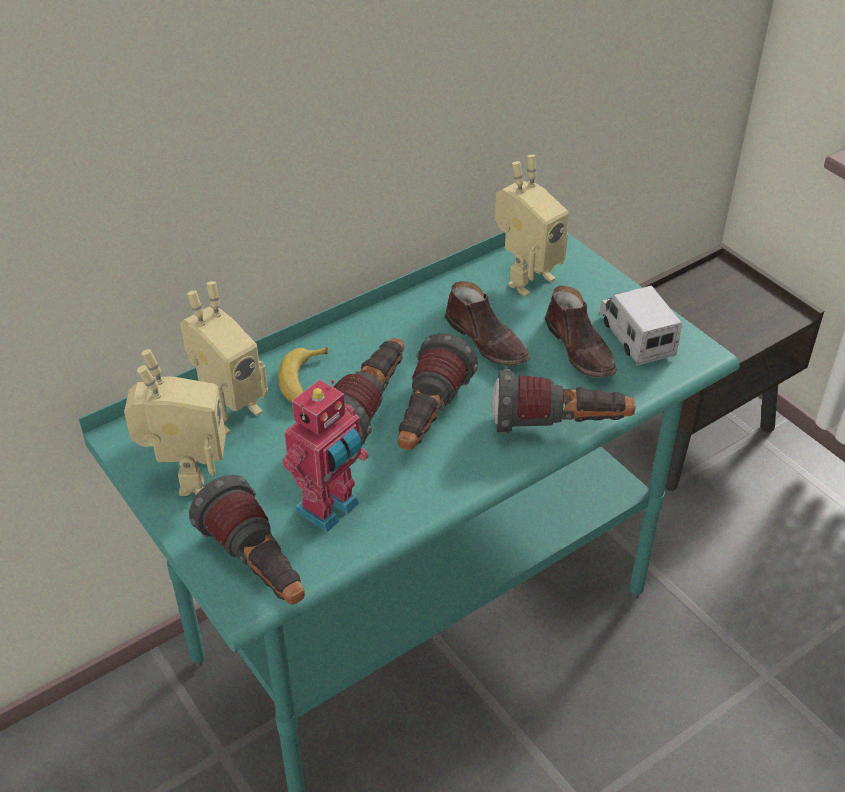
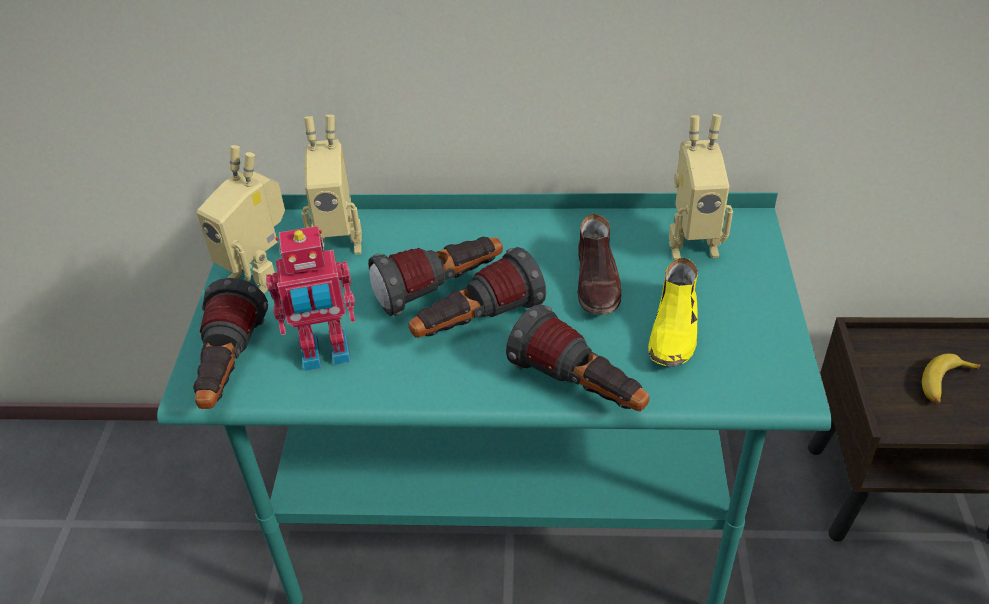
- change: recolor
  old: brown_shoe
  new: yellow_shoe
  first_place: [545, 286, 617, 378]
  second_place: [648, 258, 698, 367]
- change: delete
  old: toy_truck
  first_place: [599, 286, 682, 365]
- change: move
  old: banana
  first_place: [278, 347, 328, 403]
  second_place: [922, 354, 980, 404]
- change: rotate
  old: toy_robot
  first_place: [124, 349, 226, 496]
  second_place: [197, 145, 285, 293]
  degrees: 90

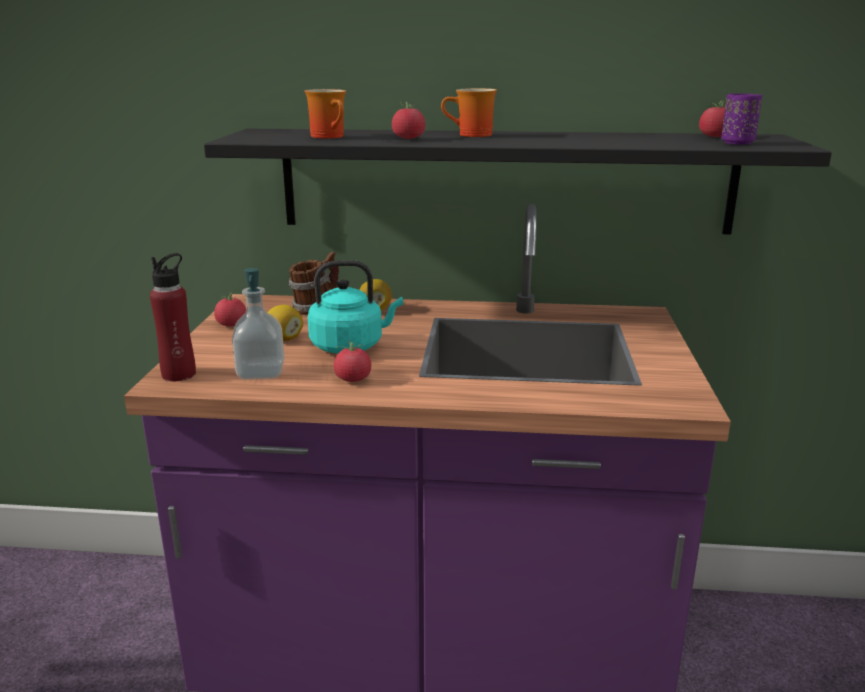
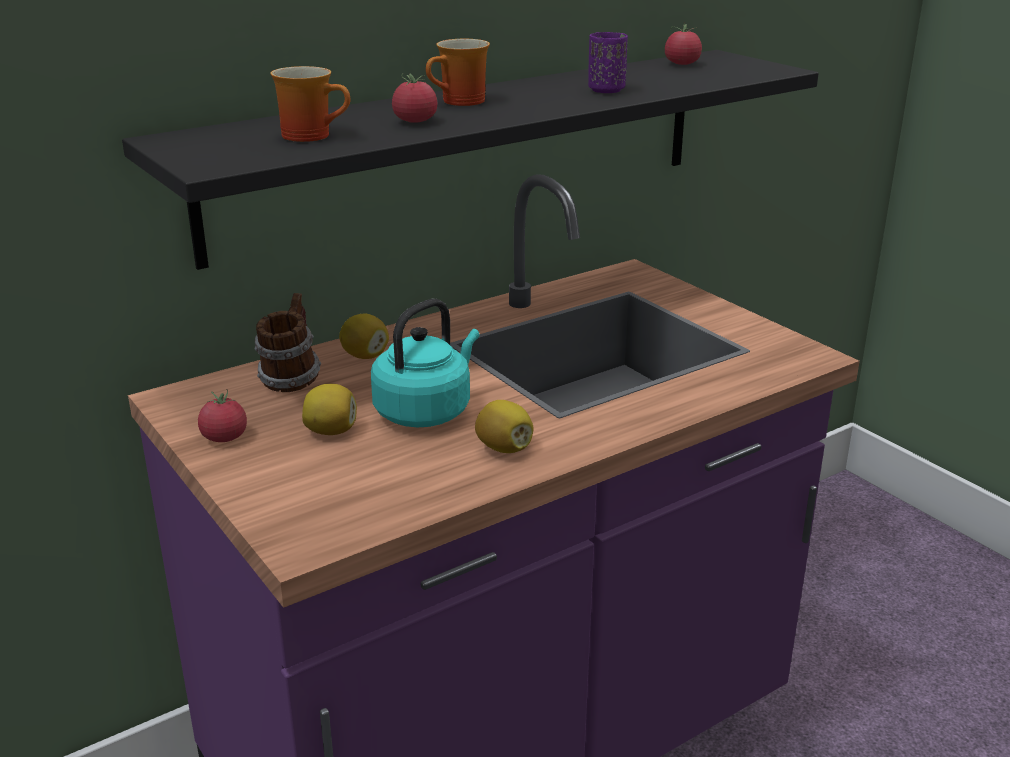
- change: move
  old: purple_cup
  first_place: [721, 93, 762, 144]
  second_place: [588, 32, 628, 93]
- change: delete
  old: red_bottle
  first_place: [150, 253, 196, 381]
- change: delete
  old: soap_dispenser
  first_place: [232, 268, 284, 380]
- change: replace
  old: tomato
  new: lemon
  first_place: [334, 340, 371, 382]
  second_place: [475, 400, 534, 453]

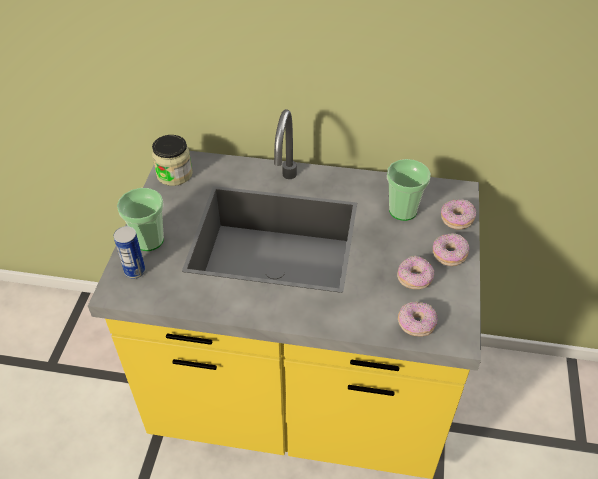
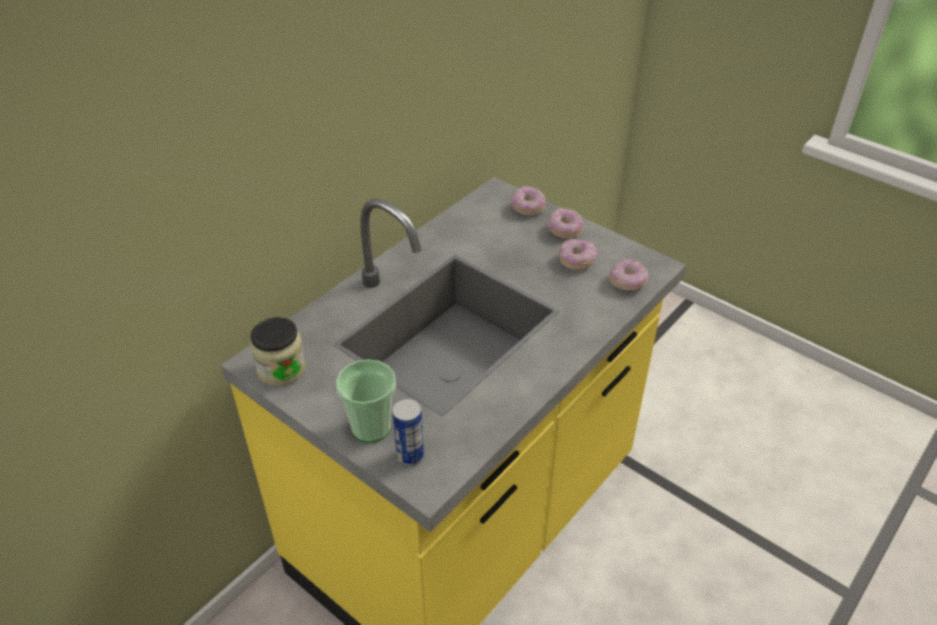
- change: delete
  old: cup
  first_place: [387, 159, 431, 221]

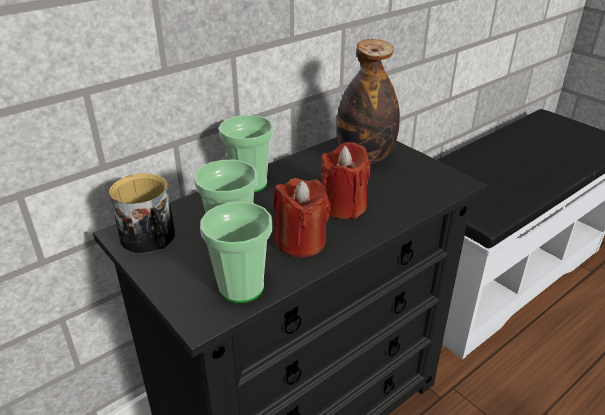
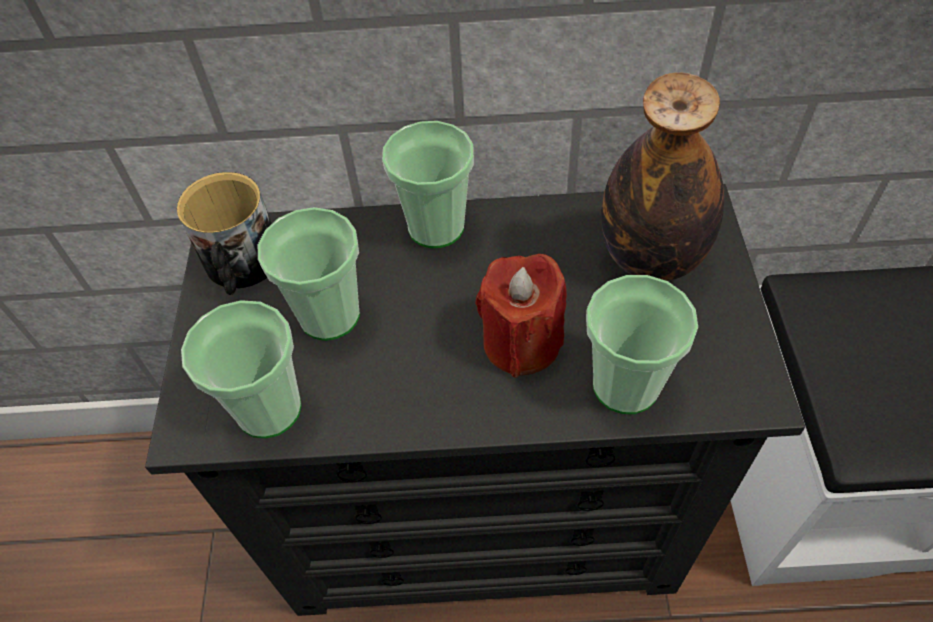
- change: delete
  old: red_candle
  first_place: [274, 178, 331, 257]
- change: insert
  new: cup
  second_place: [586, 275, 698, 414]

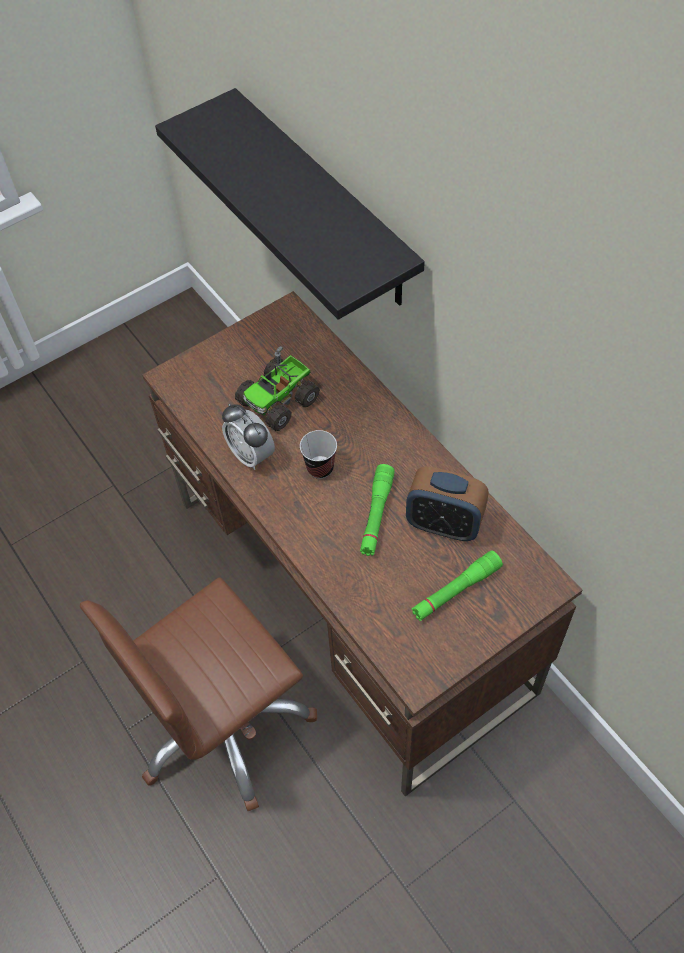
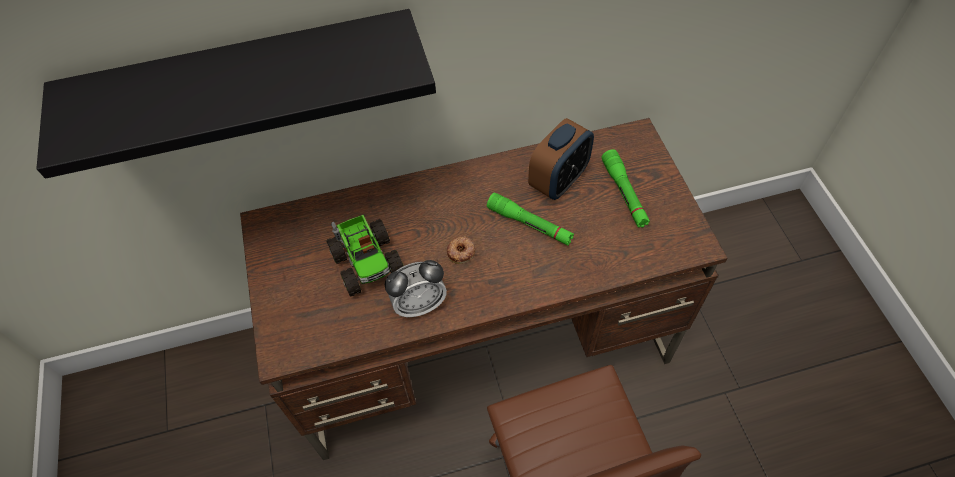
- change: replace
  old: cup
  new: donut
  first_place: [300, 430, 337, 479]
  second_place: [447, 236, 476, 264]

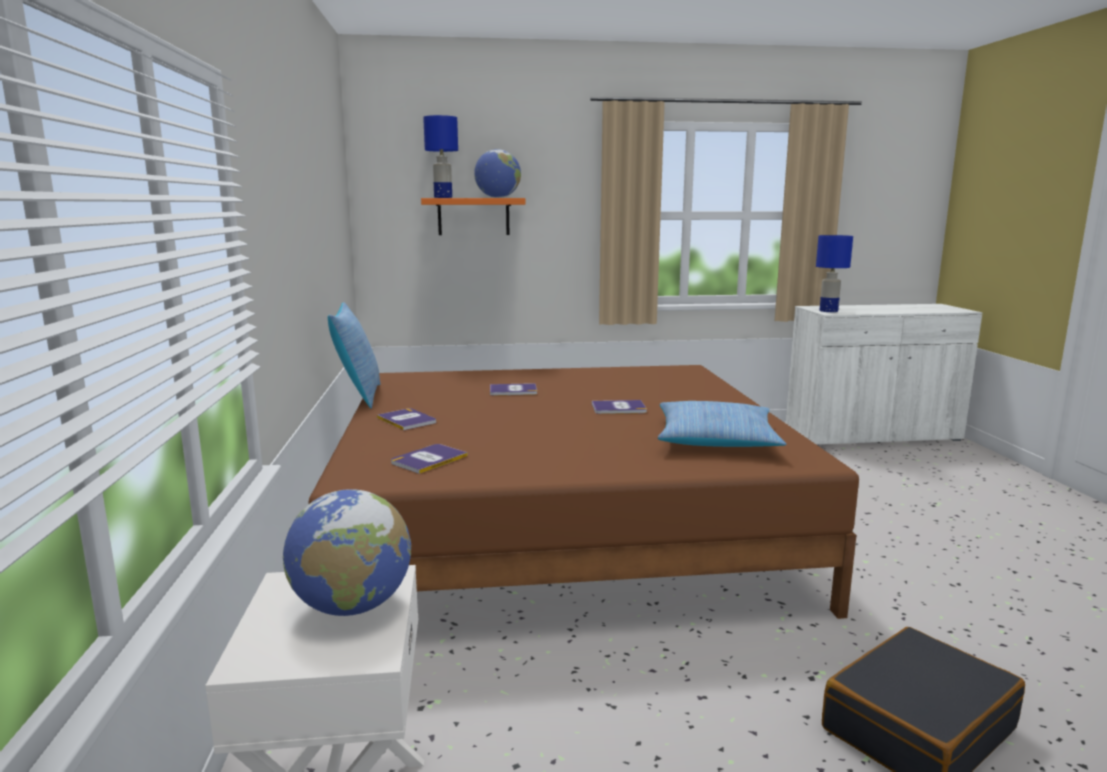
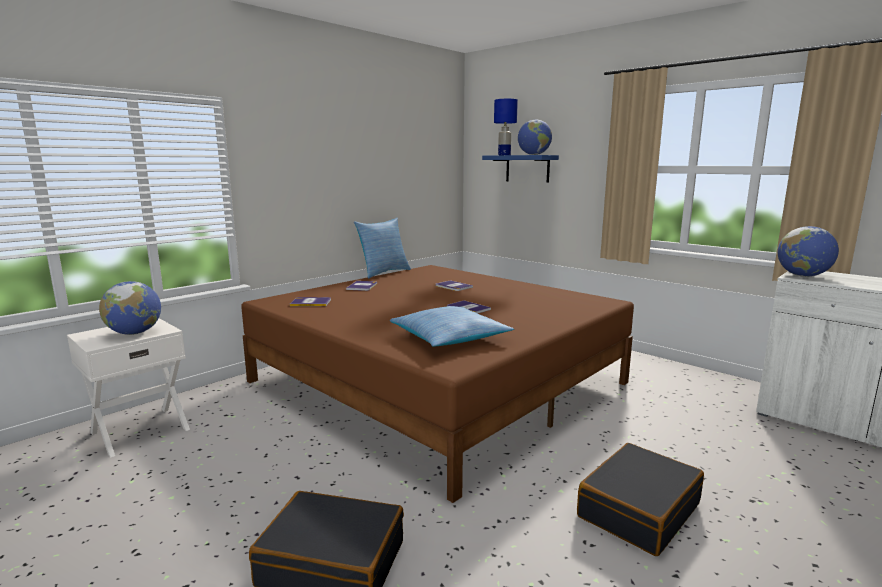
- change: recolor
  old: orange_shelf
  new: blue_shelf
  first_place: [421, 198, 525, 235]
  second_place: [482, 155, 559, 183]
- change: replace
  old: blue_table_lamp
  new: globe
  first_place: [816, 235, 853, 312]
  second_place: [778, 226, 839, 277]
- change: insert
  new: black_suitcase
  second_place: [577, 443, 704, 556]

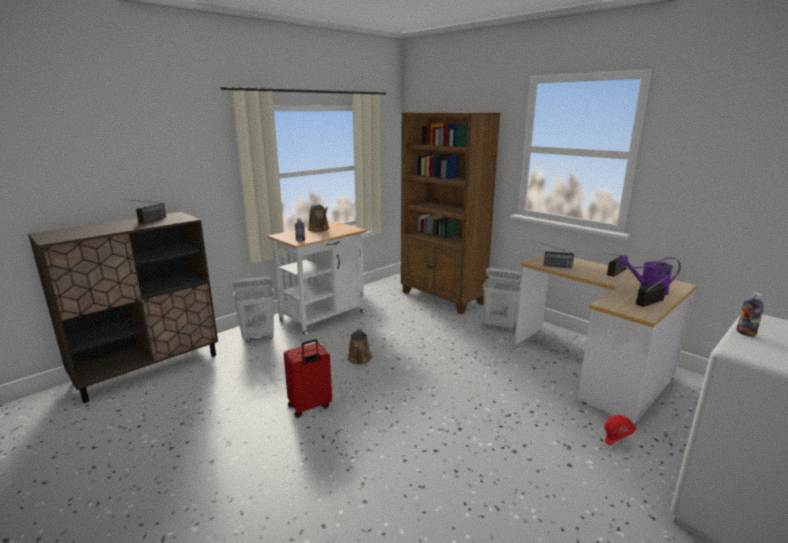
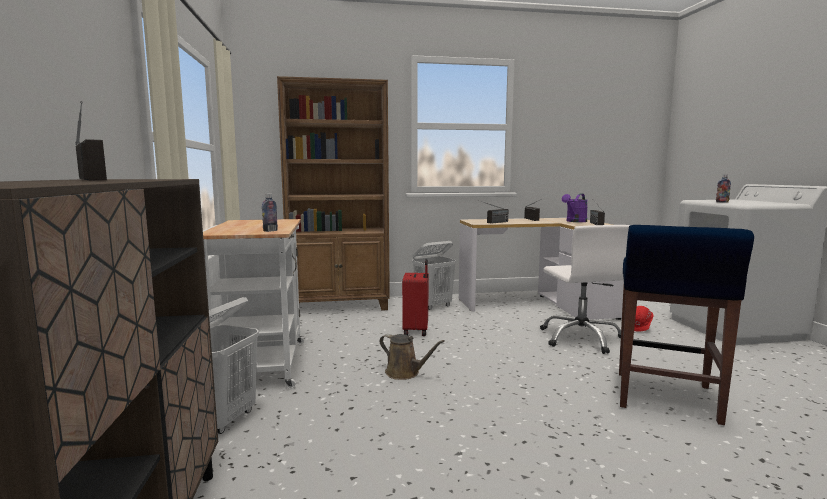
- change: delete
  old: brown_watering_can
  first_place: [308, 204, 329, 232]
- change: move
  old: red_suitcase
  first_place: [284, 339, 332, 418]
  second_place: [402, 259, 429, 336]
- change: insert
  new: white_office_chair
  second_place: [540, 225, 630, 354]
- change: insert
  new: blue_stool
  second_place: [619, 225, 754, 425]

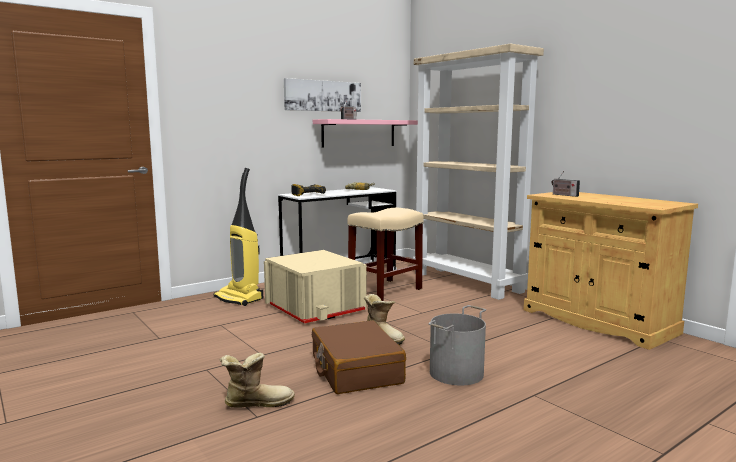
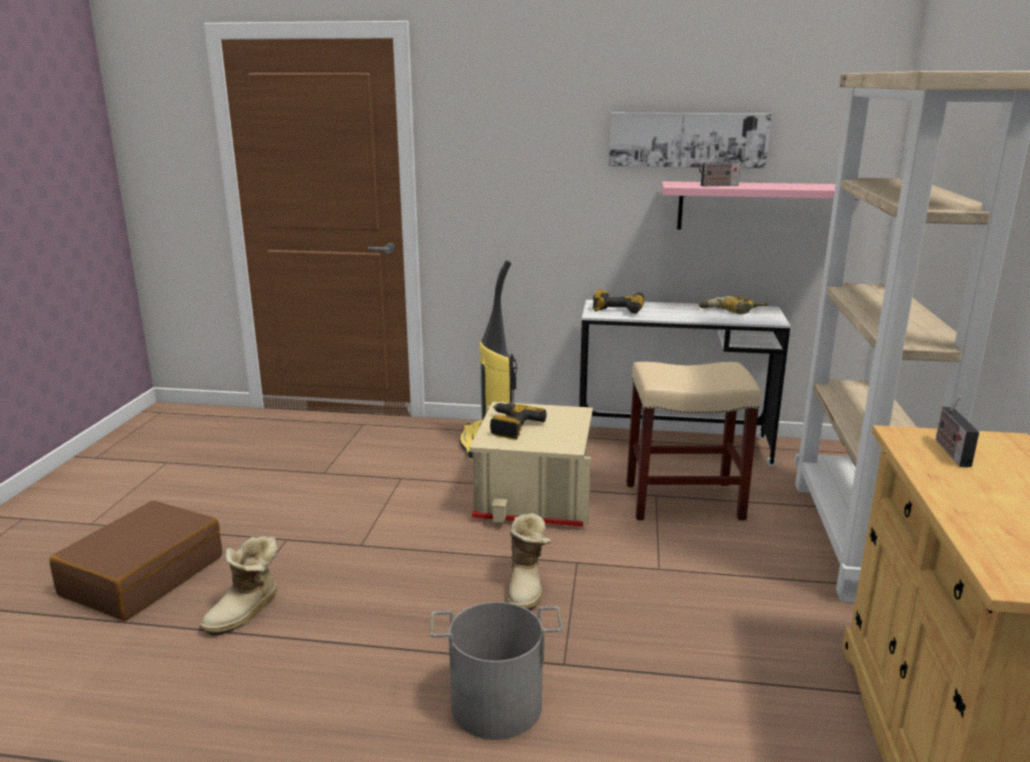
- change: move
  old: brown_suitcase
  first_place: [312, 320, 406, 394]
  second_place: [49, 500, 222, 621]
- change: rotate
  old: boot
  first_place: [220, 352, 295, 408]
  second_place: [200, 536, 278, 636]
  degrees: 90
- change: insert
  new: power_drill
  second_place: [490, 403, 547, 439]

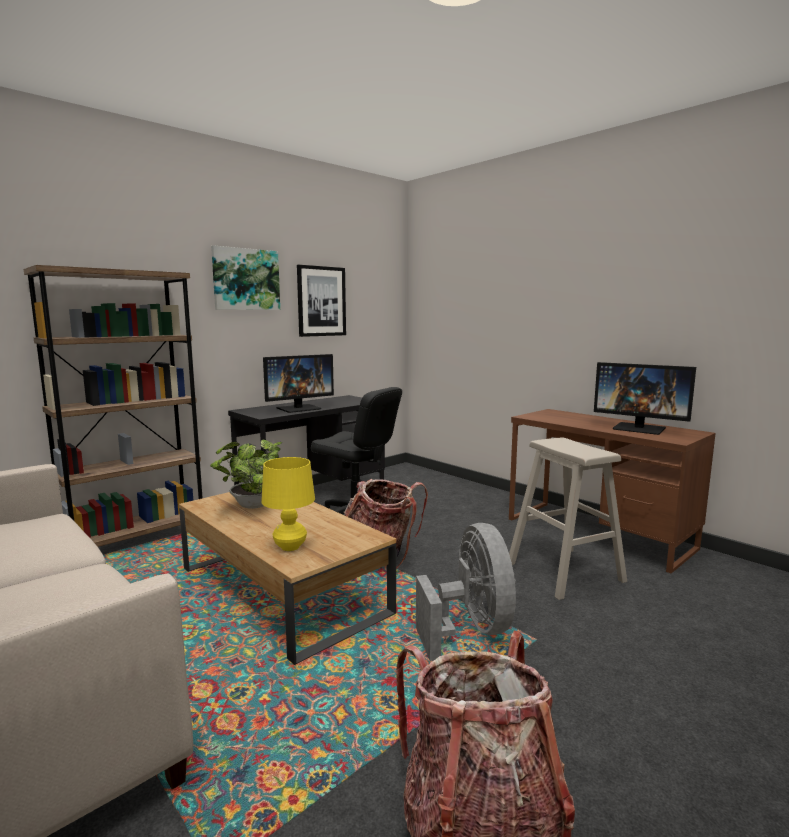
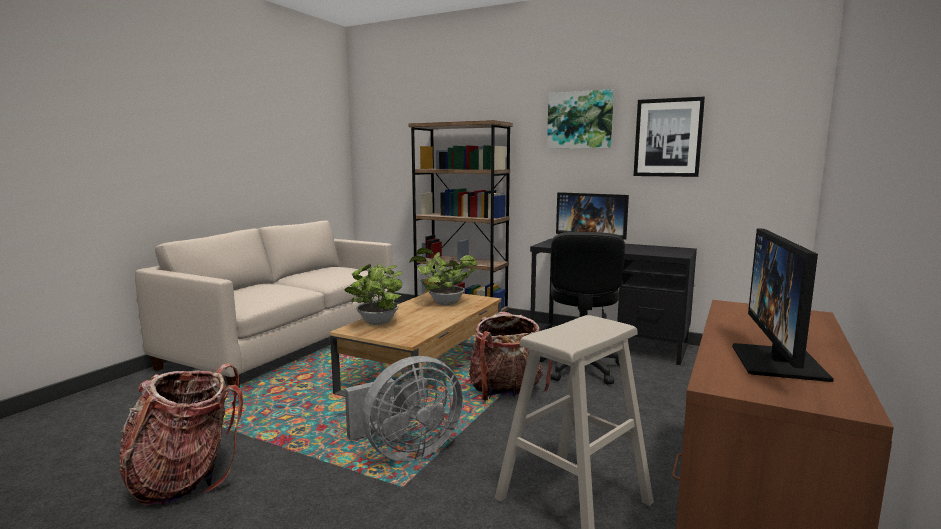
- change: replace
  old: yellow_table_lamp
  new: potted_plant
  first_place: [261, 457, 315, 551]
  second_place: [345, 264, 402, 325]

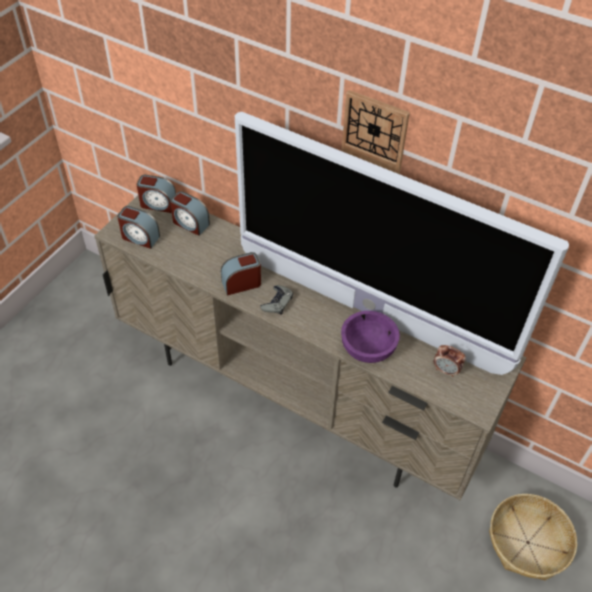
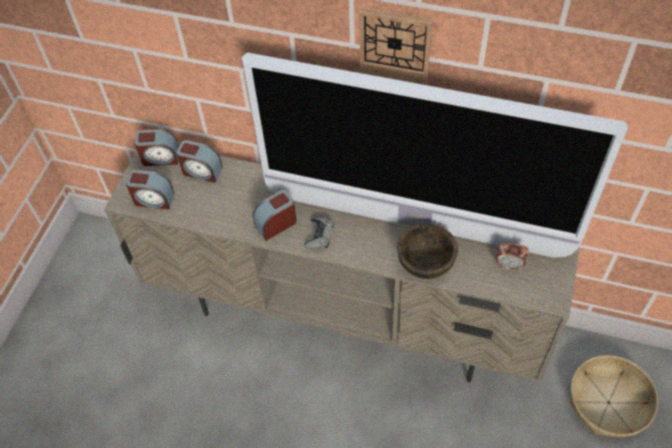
- change: recolor
  old: purple_bowl
  new: brown_bowl
  first_place: [341, 311, 400, 363]
  second_place: [397, 223, 458, 279]

